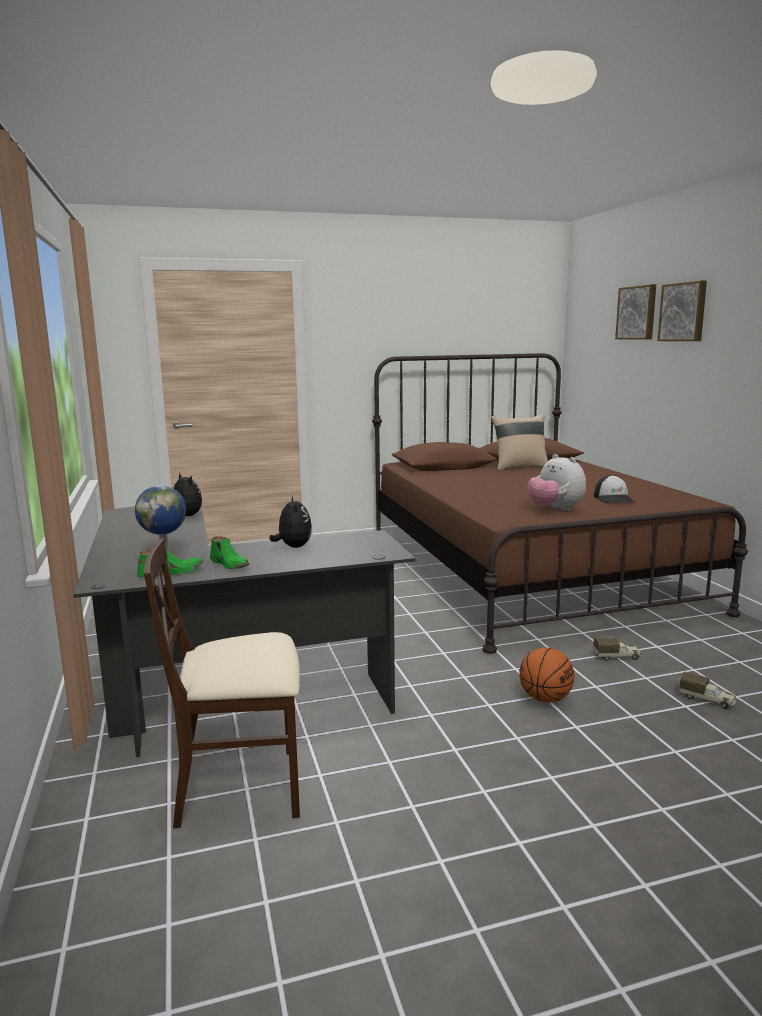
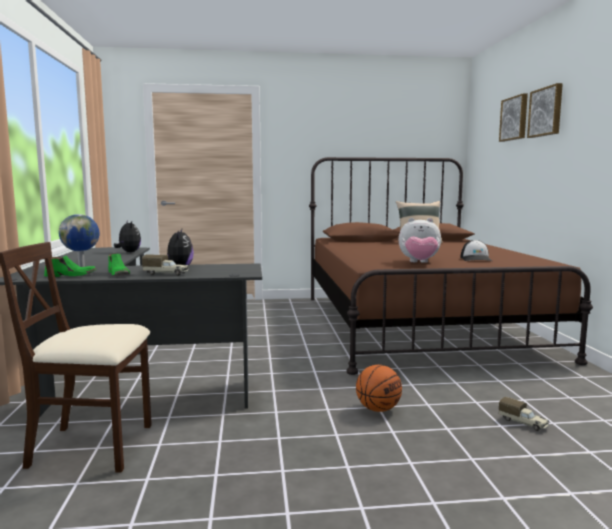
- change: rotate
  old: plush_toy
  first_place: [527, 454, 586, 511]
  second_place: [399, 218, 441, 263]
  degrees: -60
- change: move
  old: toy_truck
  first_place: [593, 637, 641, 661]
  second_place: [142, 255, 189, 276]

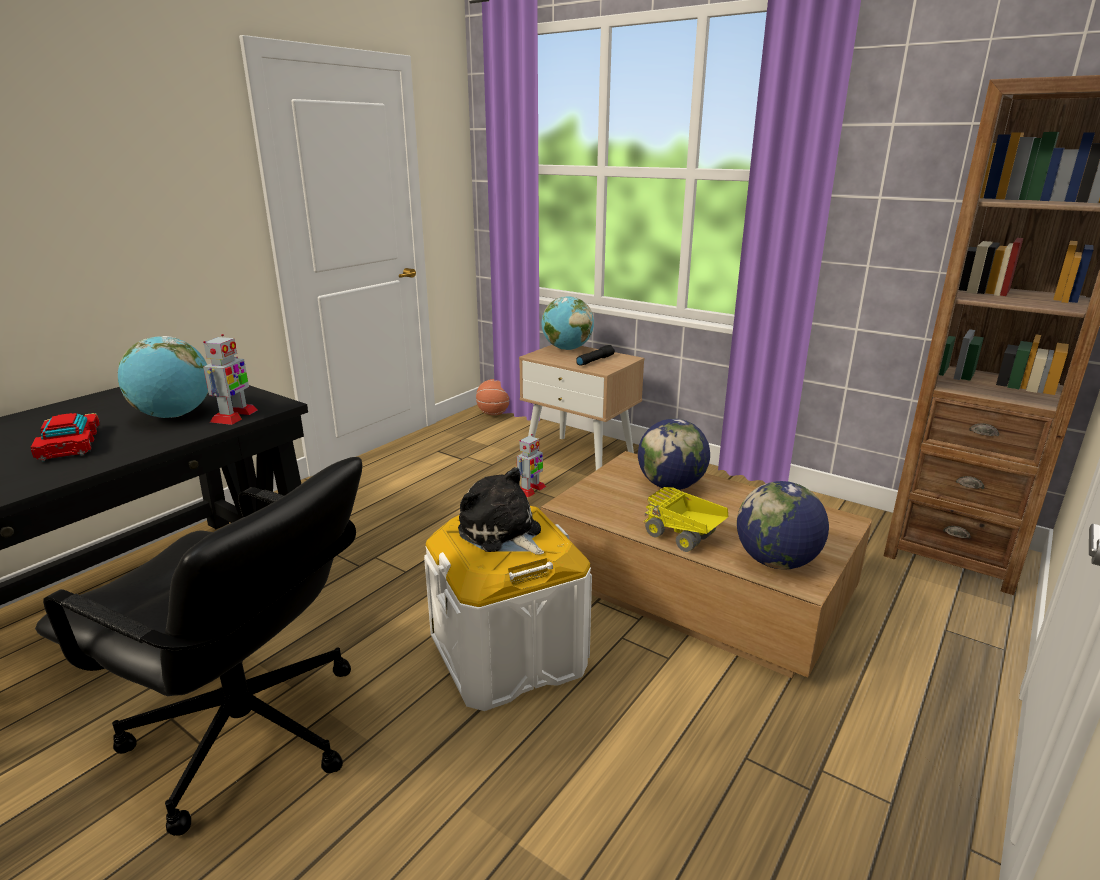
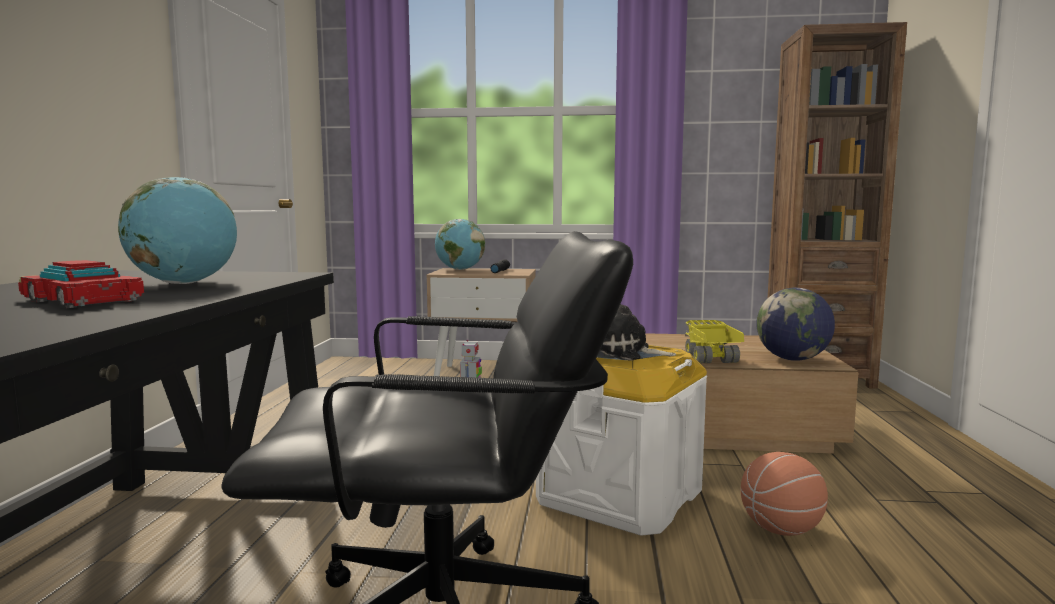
- change: delete
  old: toy_robot
  first_place: [203, 334, 258, 425]
- change: move
  old: basketball
  first_place: [476, 379, 509, 415]
  second_place: [741, 452, 828, 536]
- change: delete
  old: globe
  first_place: [638, 419, 710, 490]
- change: rotate
  old: toy_truck
  first_place: [643, 487, 728, 552]
  second_place: [685, 320, 744, 363]
  degrees: 75

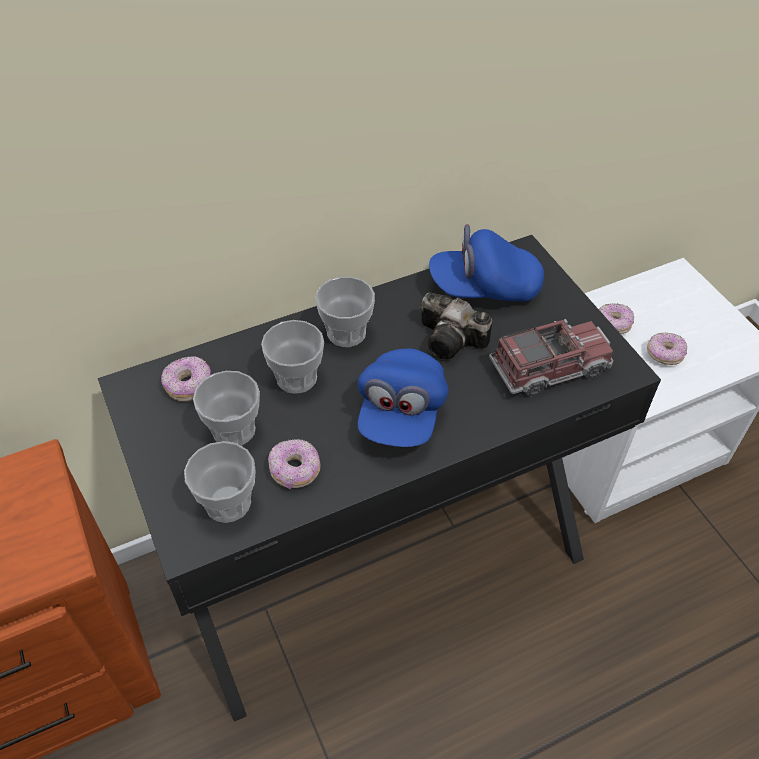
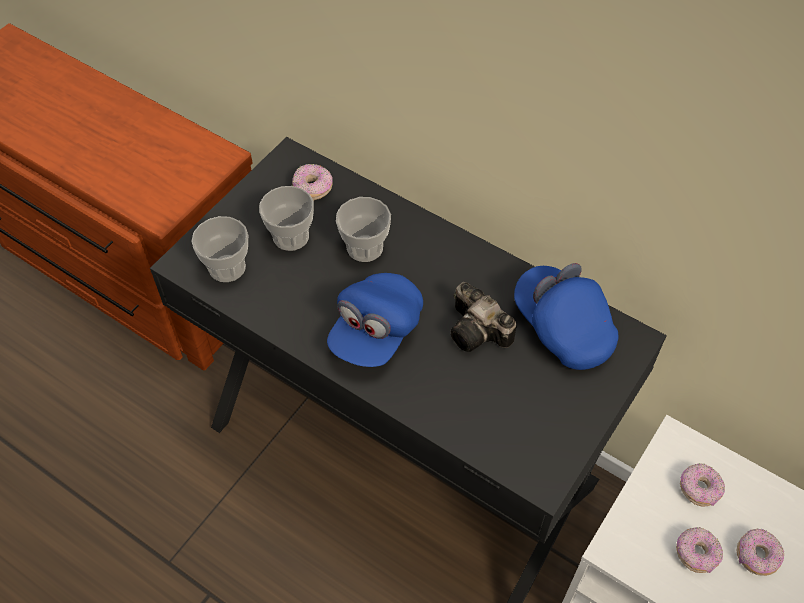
- change: delete
  old: cup
  first_place: [315, 277, 375, 347]
- change: rotate
  old: photo_camera
  first_place: [420, 293, 492, 359]
  second_place: [451, 282, 517, 352]
  degrees: -45
- change: delete
  old: toy_truck
  first_place: [489, 319, 614, 397]
- change: rotate
  old: blue_cap
  first_place: [358, 348, 449, 447]
  second_place: [327, 273, 423, 367]
  degrees: -45
- change: move
  old: donut
  first_place: [268, 439, 321, 489]
  second_place: [737, 528, 784, 576]

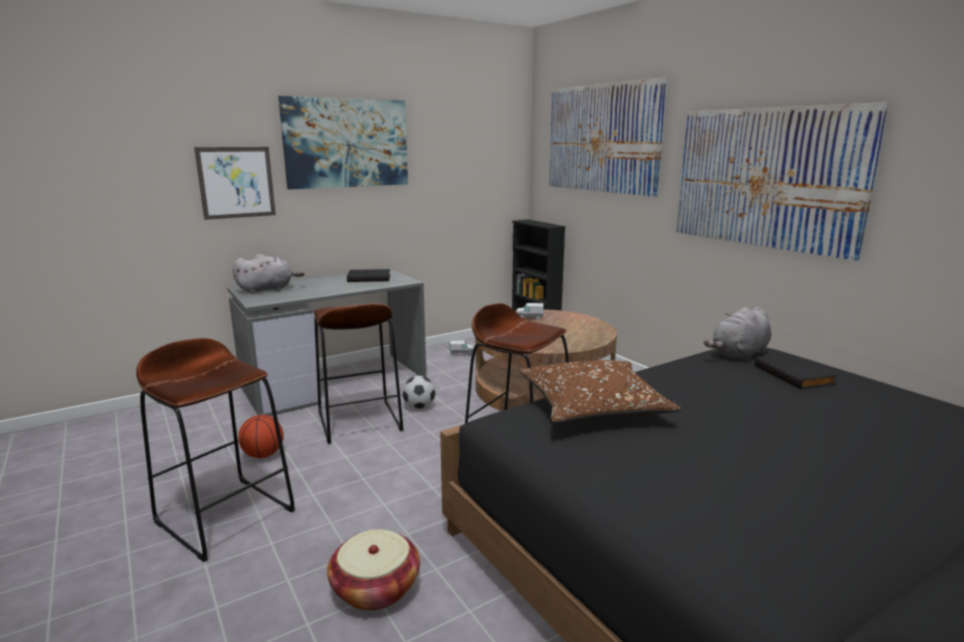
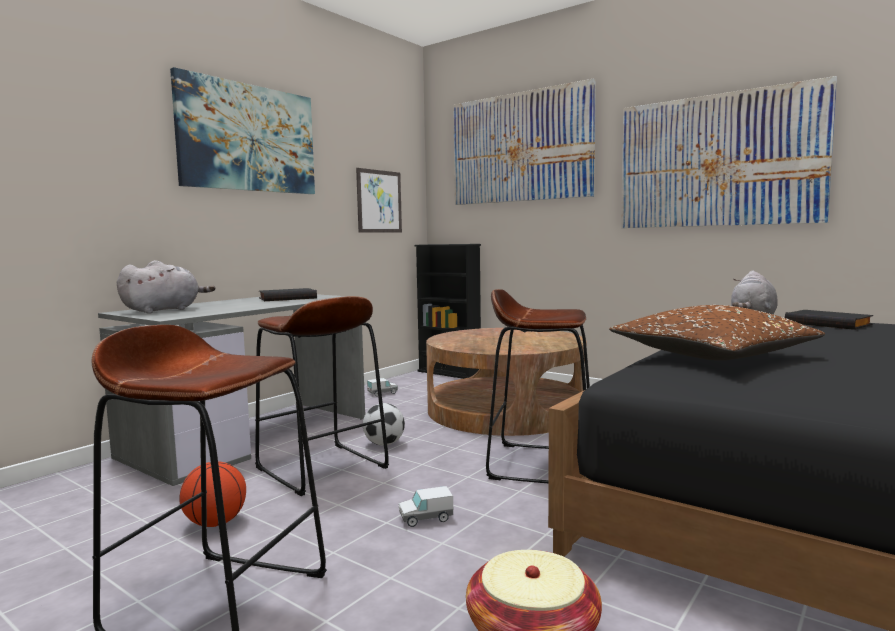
- change: move
  old: picture
  first_place: [194, 147, 276, 220]
  second_place: [356, 168, 402, 233]
- change: move
  old: toy_truck
  first_place: [517, 303, 544, 320]
  second_place: [399, 486, 453, 527]

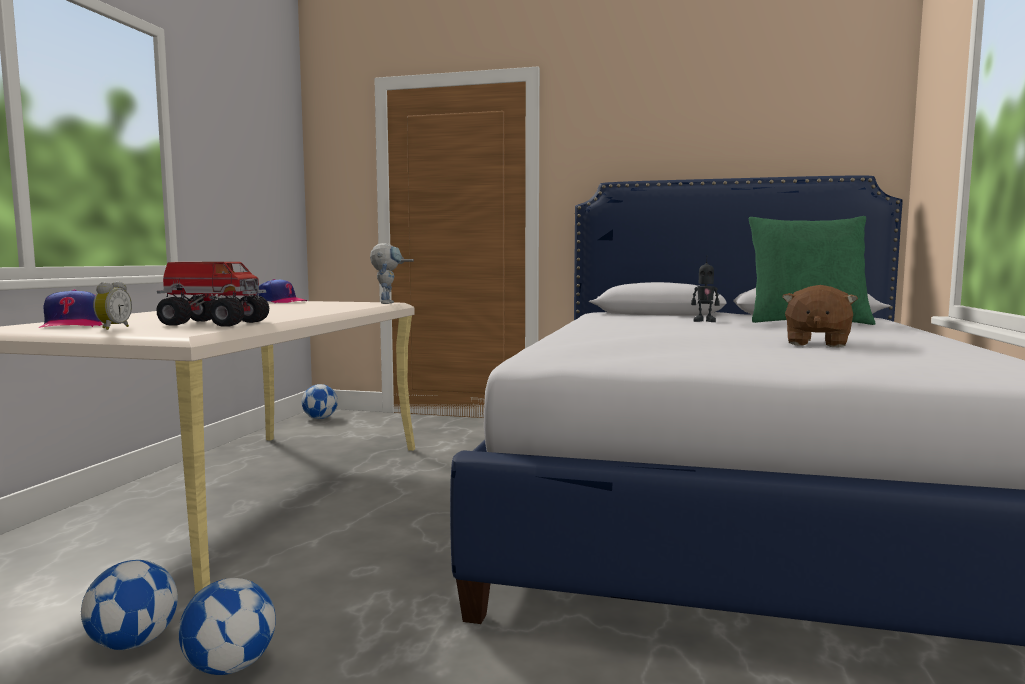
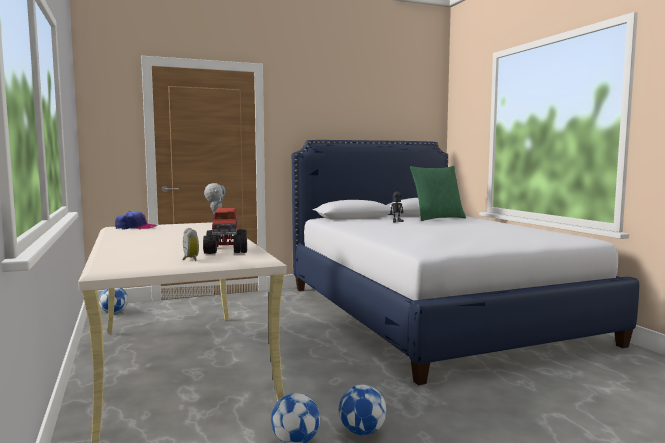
- change: rotate
  old: toy_truck
  first_place: [157, 262, 269, 327]
  second_place: [203, 208, 247, 254]
  degrees: 105
- change: delete
  old: brown_plush_toy
  first_place: [782, 285, 858, 347]
- change: delete
  old: cap
  first_place: [39, 290, 103, 328]

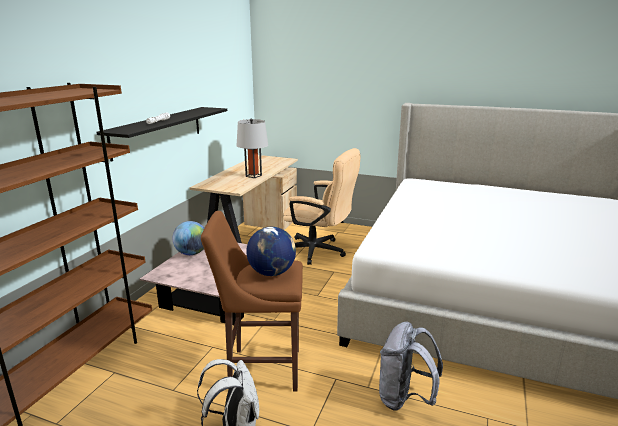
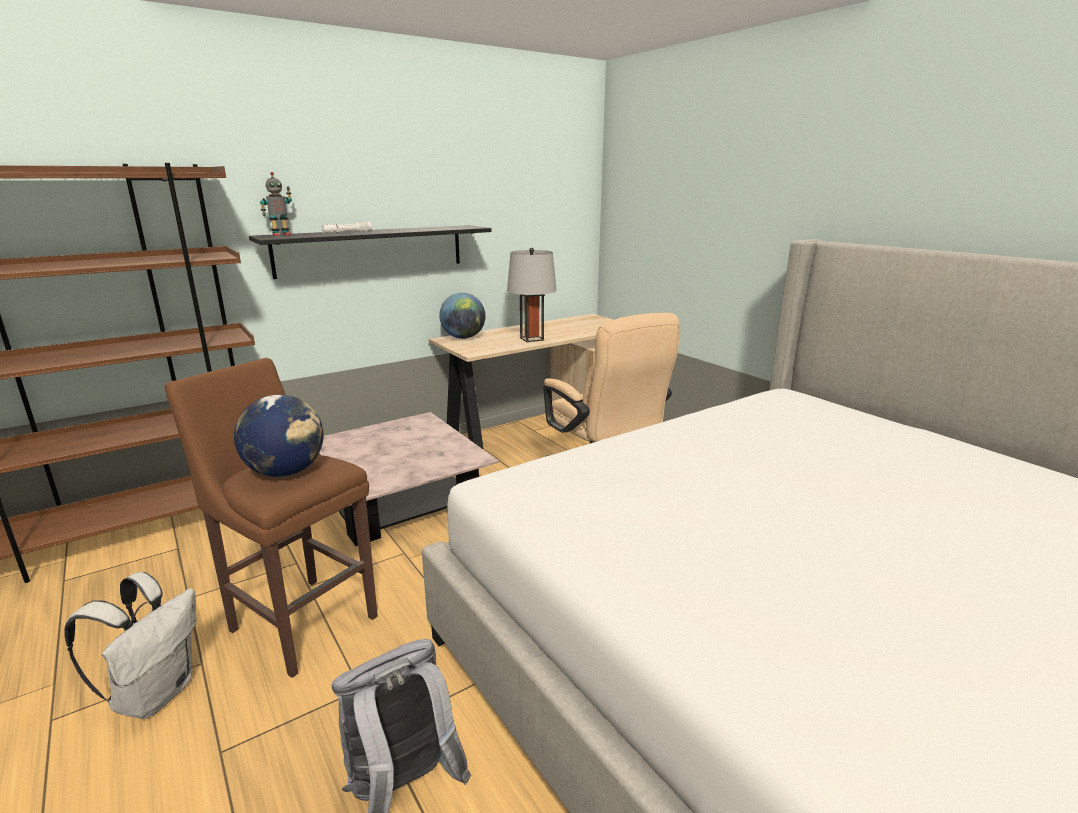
- change: move
  old: globe
  first_place: [172, 221, 204, 255]
  second_place: [439, 293, 485, 339]
- change: insert
  new: toy_robot
  second_place: [260, 172, 292, 236]

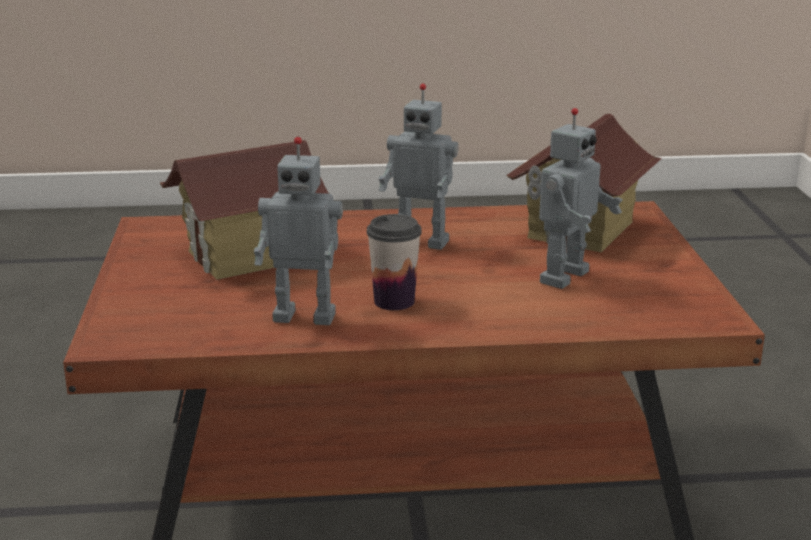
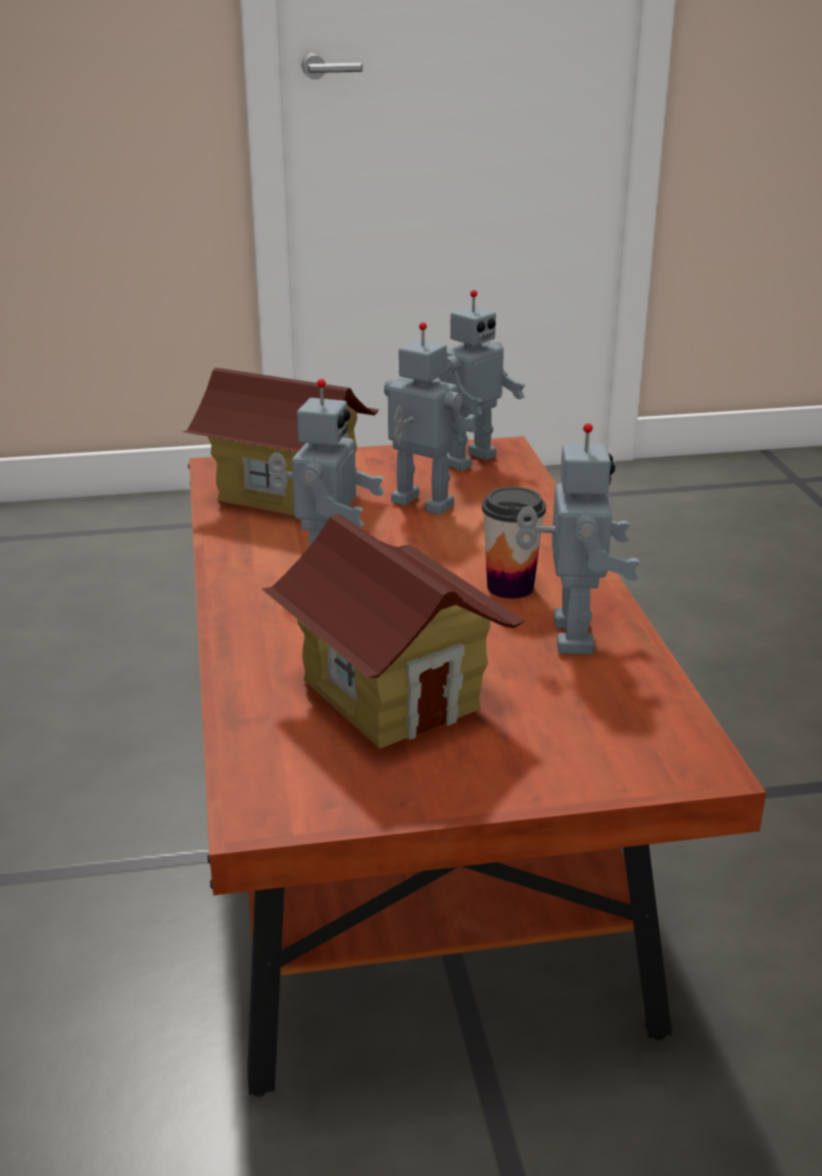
- change: insert
  new: toy_robot
  second_place: [438, 290, 525, 471]

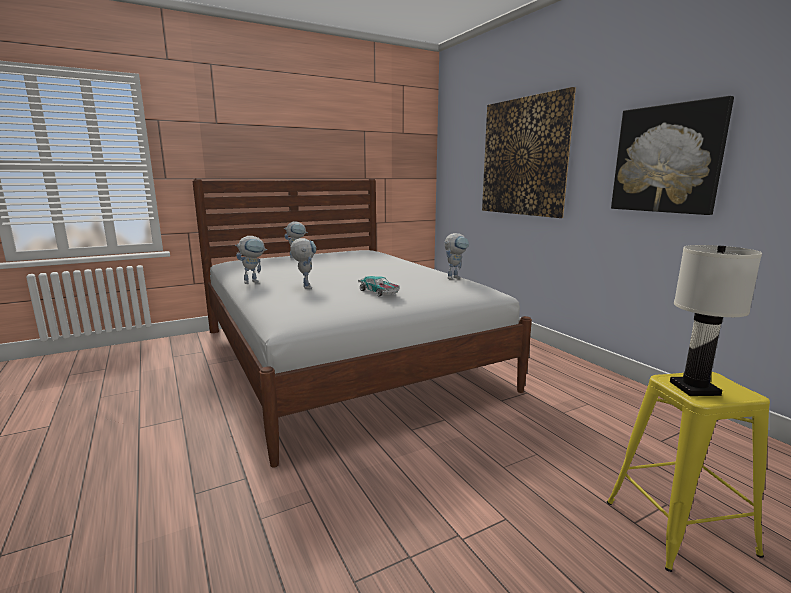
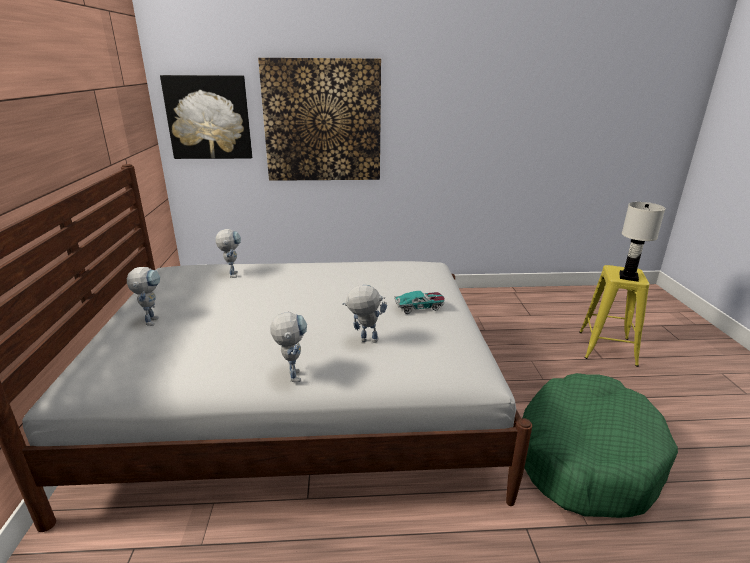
- change: move
  old: picture
  first_place: [611, 96, 734, 215]
  second_place: [160, 75, 252, 159]
- change: move
  old: toy_robot
  first_place: [444, 233, 469, 280]
  second_place: [215, 229, 241, 278]
- change: insert
  new: green_dog_bed
  second_place: [523, 373, 678, 518]

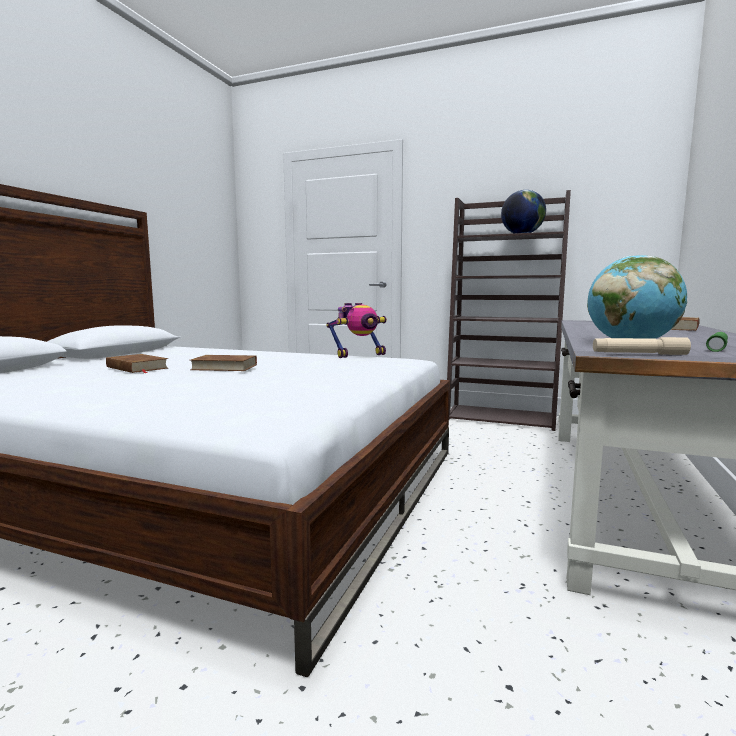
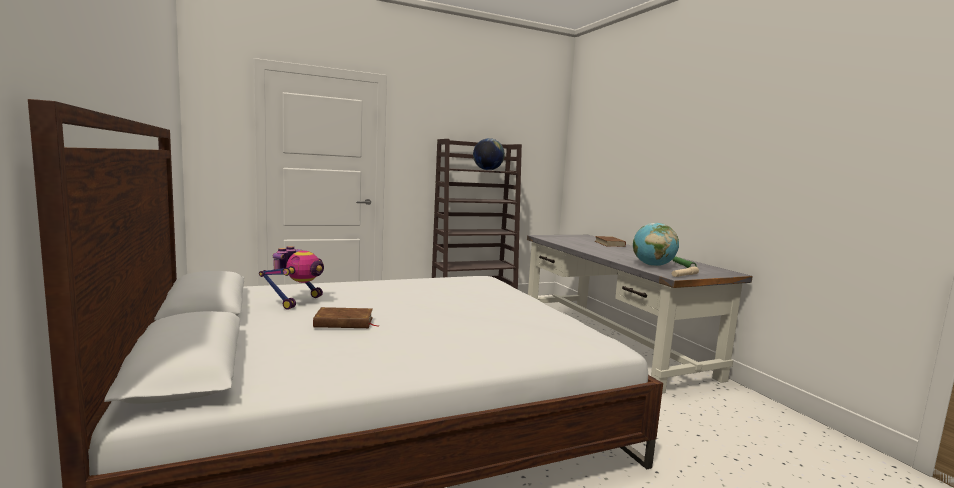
- change: move
  old: toy_robot
  first_place: [326, 303, 387, 358]
  second_place: [259, 246, 324, 310]
- change: delete
  old: brown_book
  first_place: [190, 355, 257, 371]

